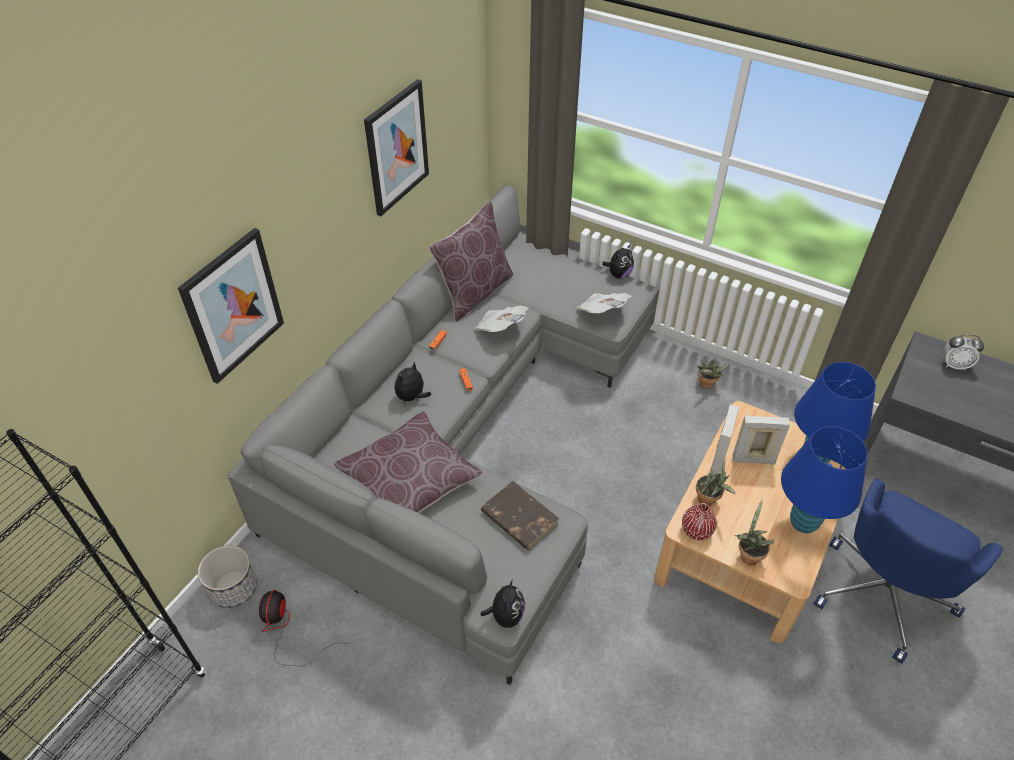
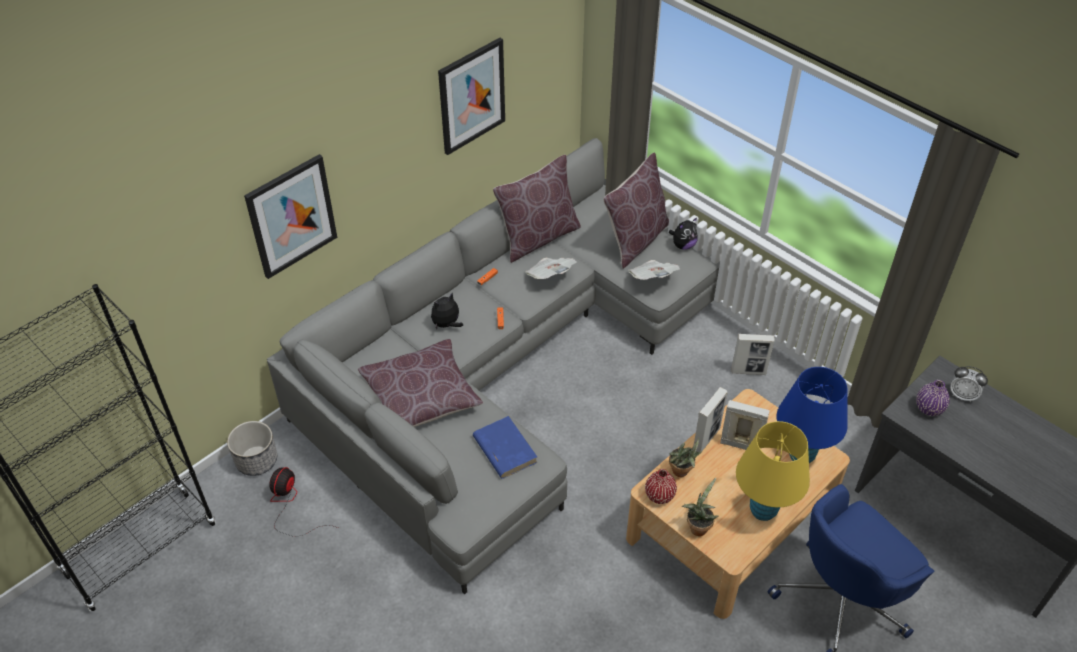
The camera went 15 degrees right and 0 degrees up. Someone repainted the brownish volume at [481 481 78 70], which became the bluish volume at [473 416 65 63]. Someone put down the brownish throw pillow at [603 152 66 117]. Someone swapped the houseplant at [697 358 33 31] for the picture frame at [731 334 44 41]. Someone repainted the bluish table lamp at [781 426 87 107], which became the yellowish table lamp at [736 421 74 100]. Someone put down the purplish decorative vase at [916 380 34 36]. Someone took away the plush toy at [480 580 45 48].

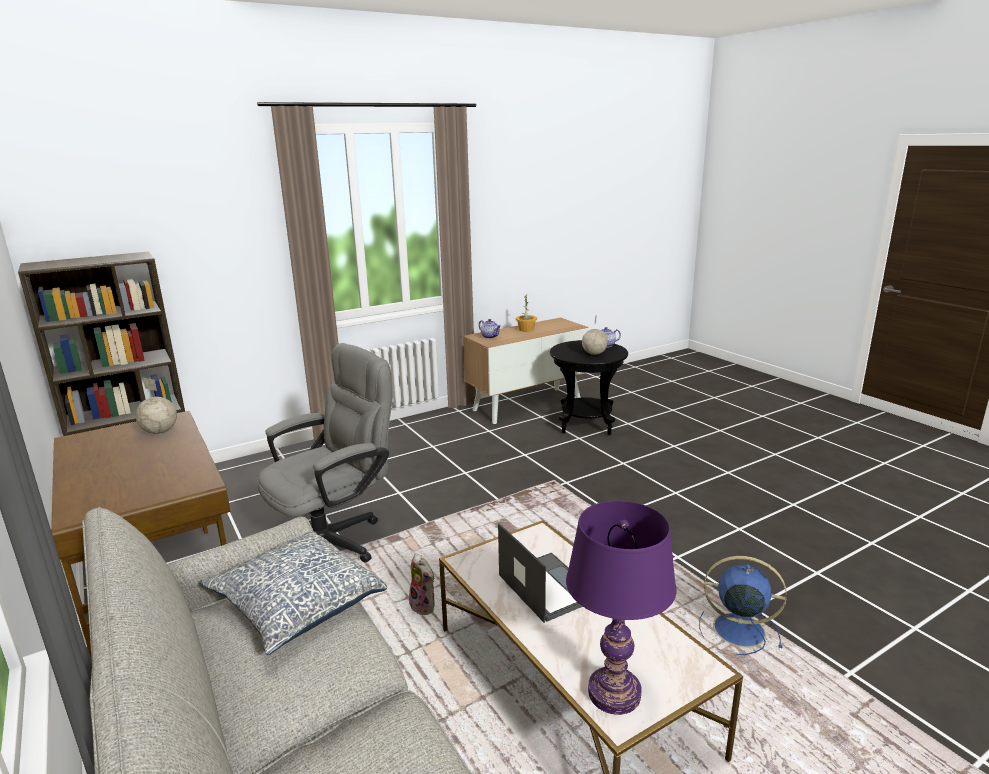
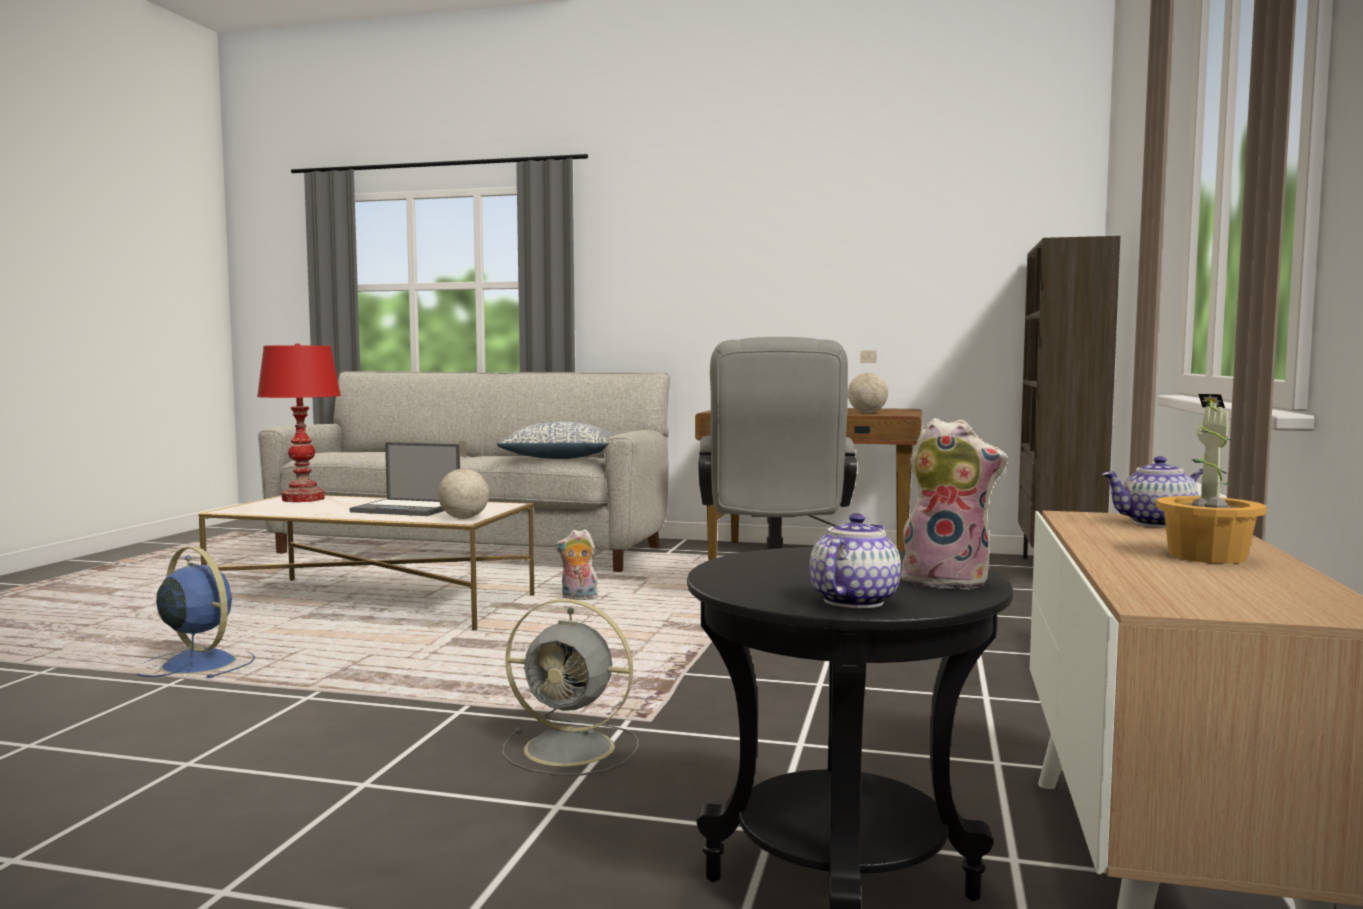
The camera went 135 degrees right and 15 degrees down. Someone rotated the bluish electric fan at [699 556 88 99] by 120 degrees counterclockwise. Someone repainted the purplish table lamp at [566 501 111 214], which became the red-coloured table lamp at [257 343 84 159]. Someone carried the desk globe from [582 316 26 39] to [438 440 51 79]. Someone put down the greyish electric fan at [502 599 136 177]. Someone put down the plush toy at [901 418 107 172].

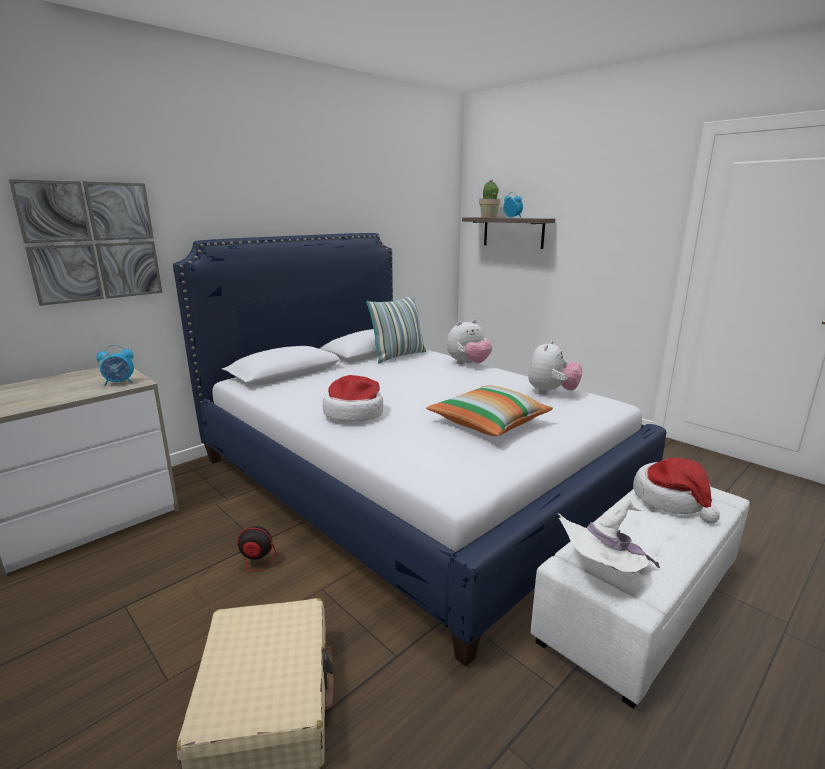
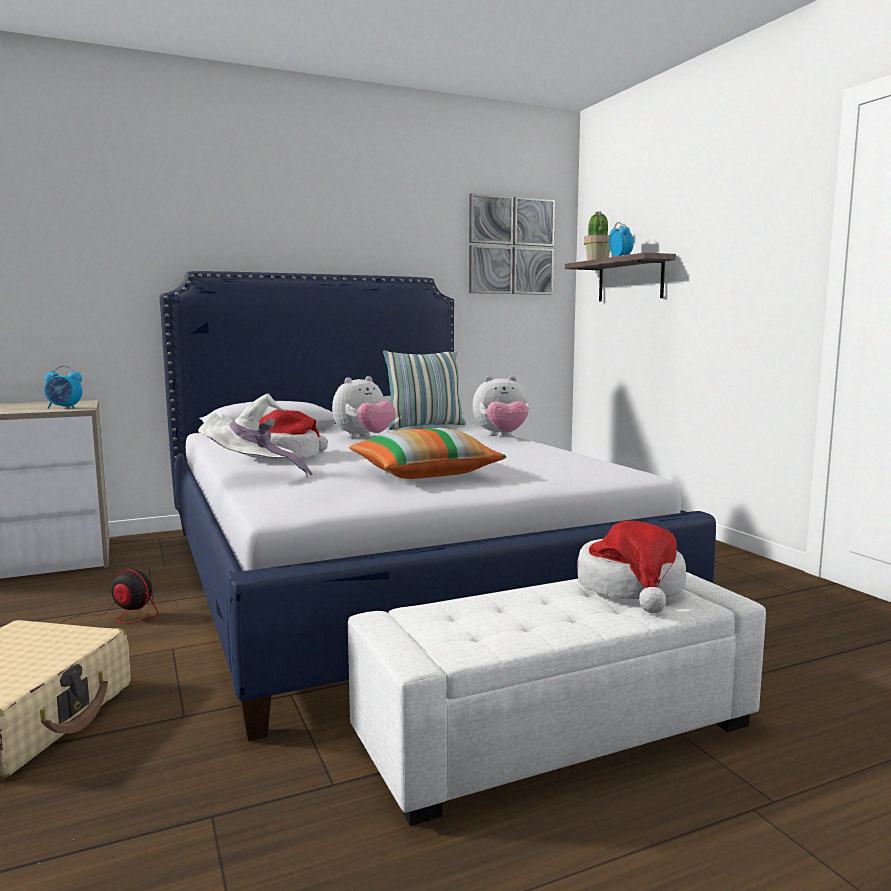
The camera went 20 degrees right and 10 degrees down. Someone carried the white-coloured hat from [557 498 103 75] to [198 394 115 84]. Someone carried the plush toy from [528 340 54 55] to [332 376 64 62]. Someone carried the wall art from [9 179 153 127] to [469 193 86 102].

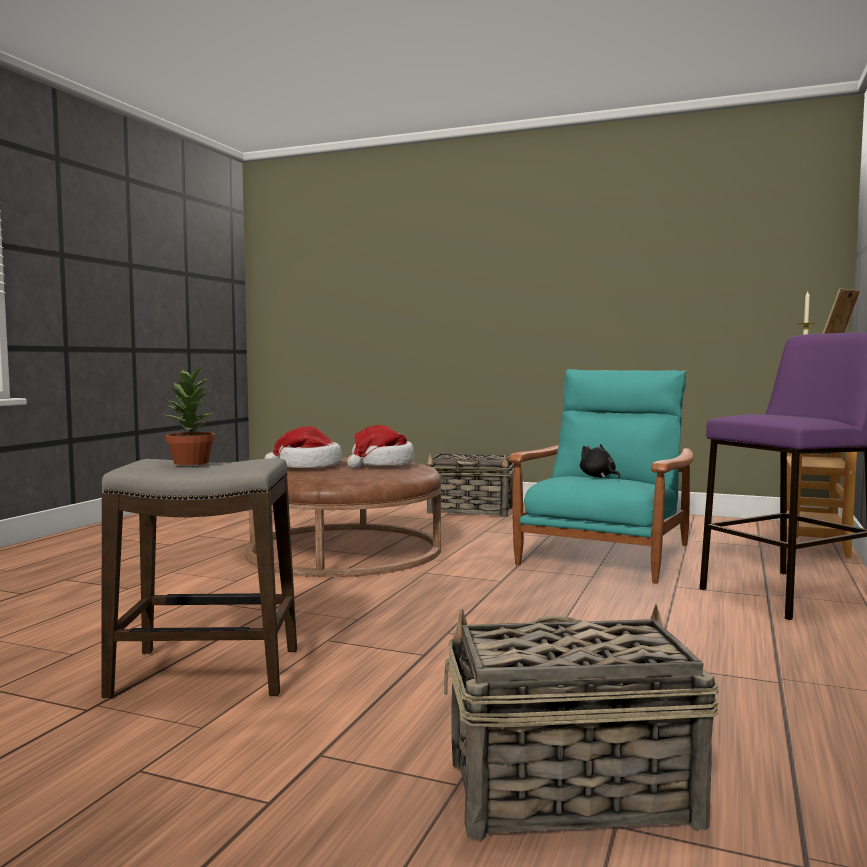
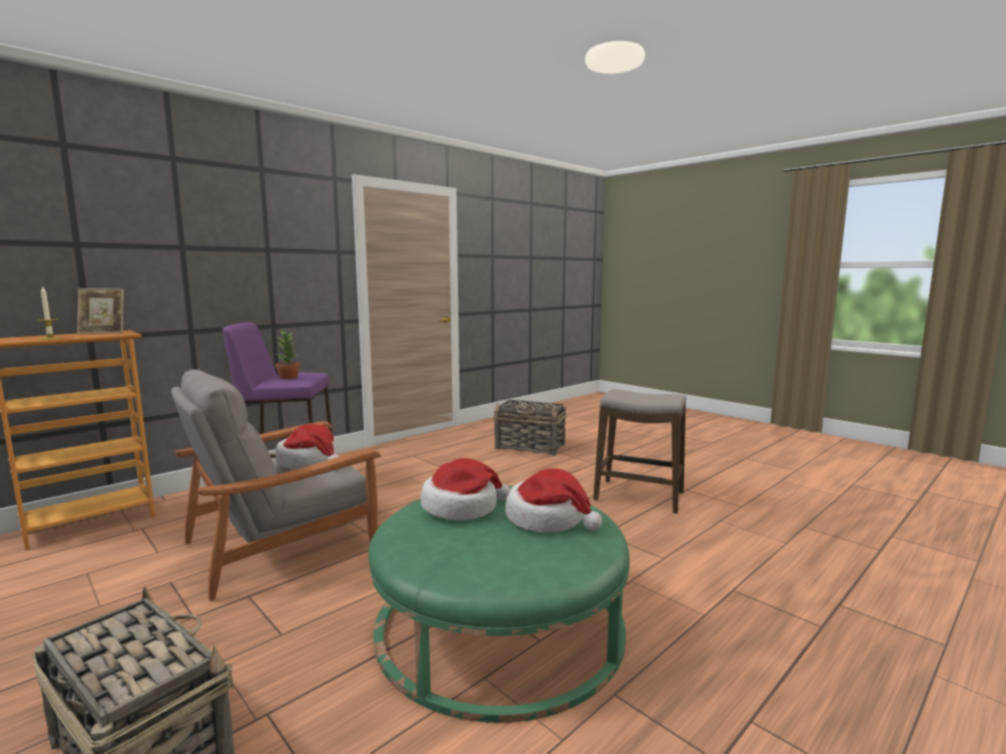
The camera went 155 degrees left and 5 degrees up. Someone repainted the turquoise-coloured armchair at [508 369 186 215], which became the greyish armchair at [171 370 210 231]. Someone carried the houseplant from [164 366 51 99] to [275 330 25 49]. Someone swapped the black plush toy at [580 444 40 34] for the hat at [275 424 65 44]. Someone repainted the brownish ottoman at [245 457 197 120], which became the greenish ottoman at [368 486 262 237].

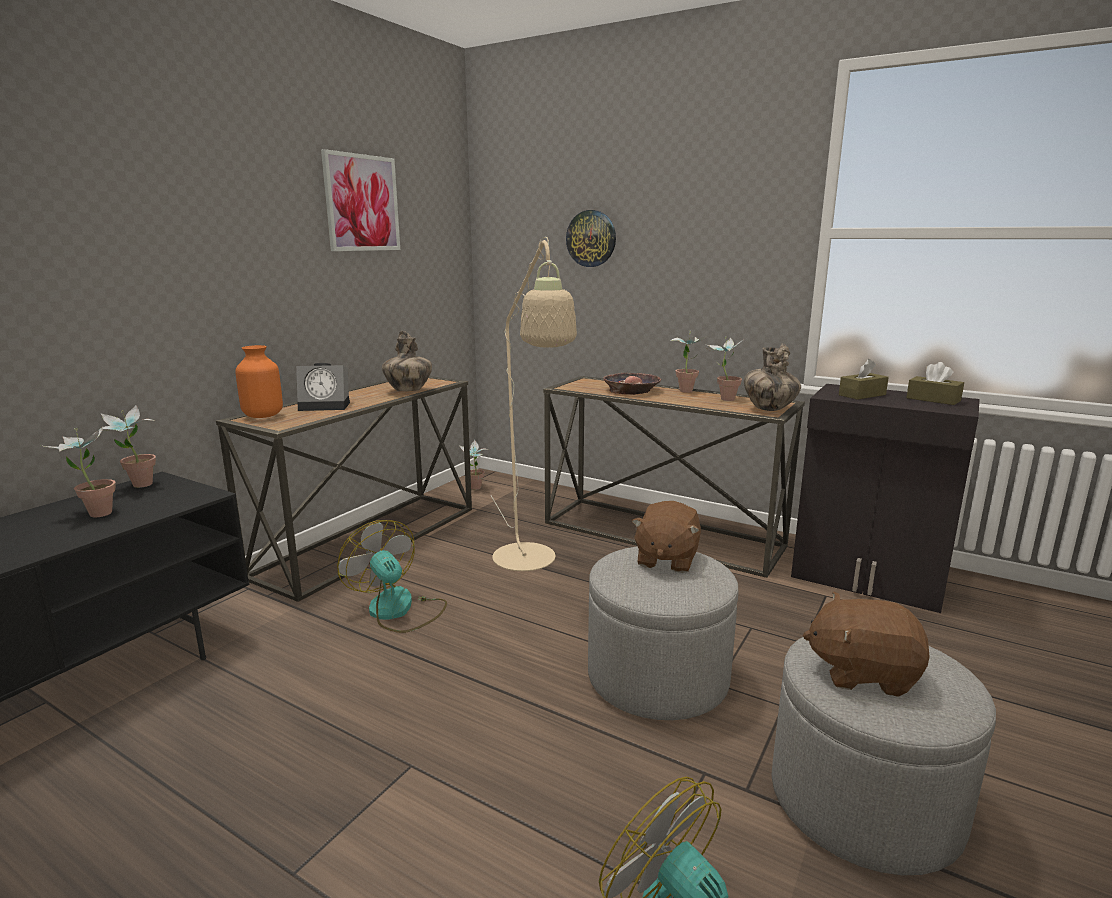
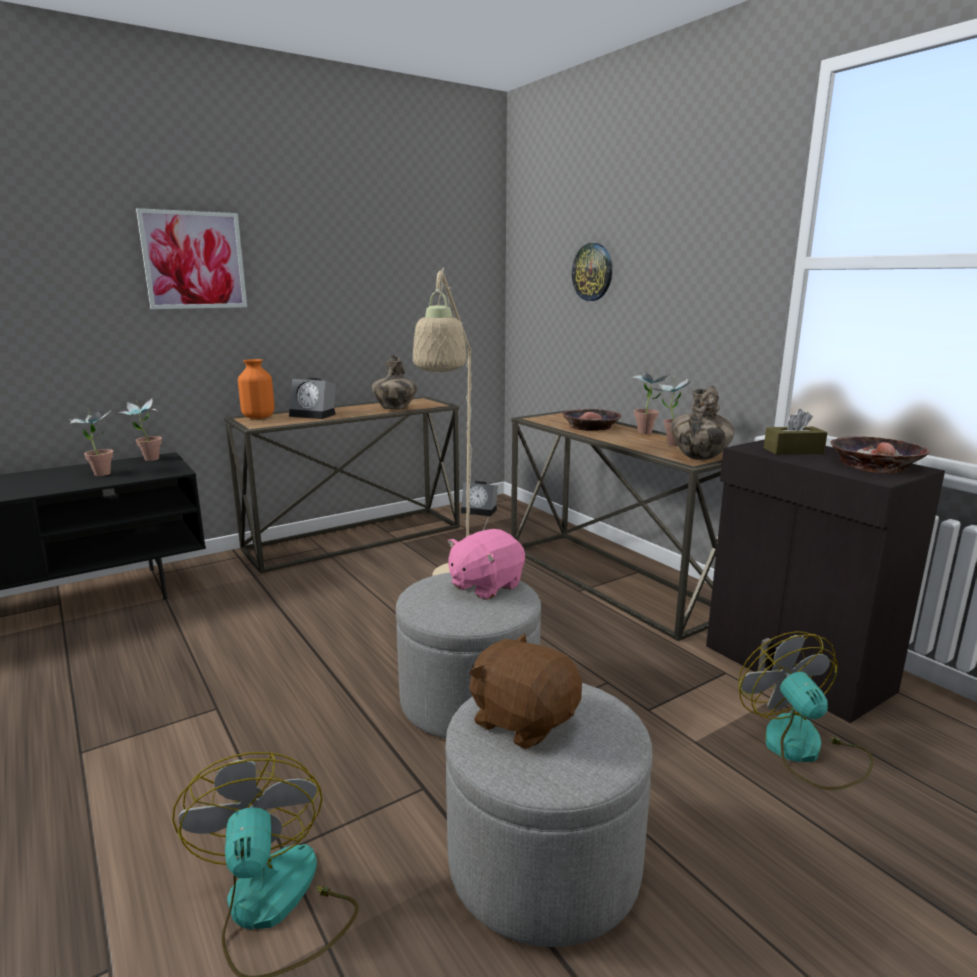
The camera went 25 degrees right and 0 degrees up. Someone carried the wall art from [321 149 79 102] to [136 208 111 101]. Someone repainted the brownish plush toy at [632 501 69 72], which became the pinkish plush toy at [447 529 78 71]. Someone swapped the houseplant at [459 440 30 50] for the bedside clock at [461 481 37 35]. Someone carried the electric fan from [337 520 110 113] to [738 631 135 159]. Someone swapped the brownish tissue holder at [906 362 58 43] for the bowl at [830 436 99 37].

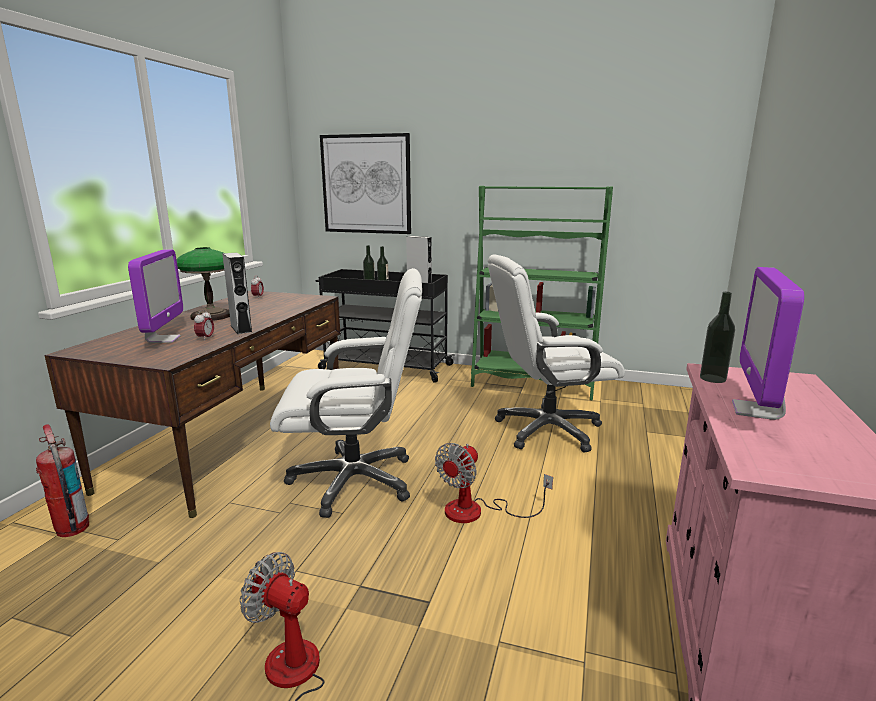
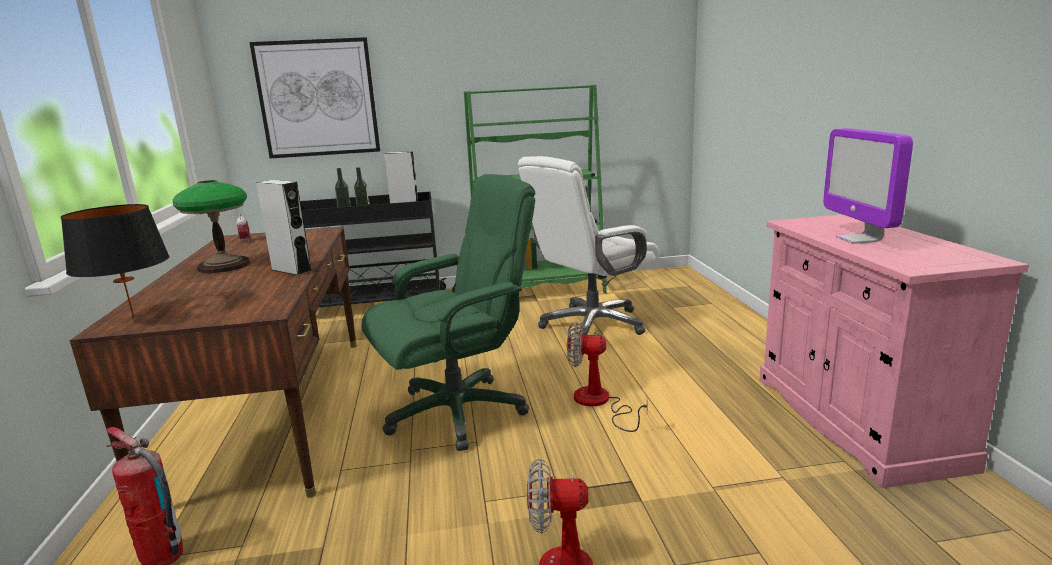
The camera went 25 degrees left and 0 degrees up. Someone put down the black table lamp at [61 204 108 114]. Someone repainted the white-coloured office chair at [270 268 152 250], which became the greenish office chair at [361 174 174 277]. Someone rotated the electric fan at [435 443 118 80] by 90 degrees clockwise. Someone took away the monitor at [128 249 55 94]. Someone took away the bedside clock at [194 310 20 31]. Someone took away the beverage bottle at [700 292 35 91].

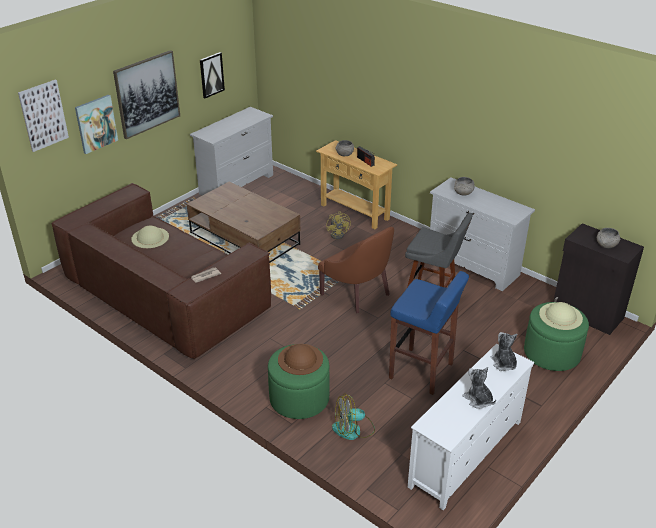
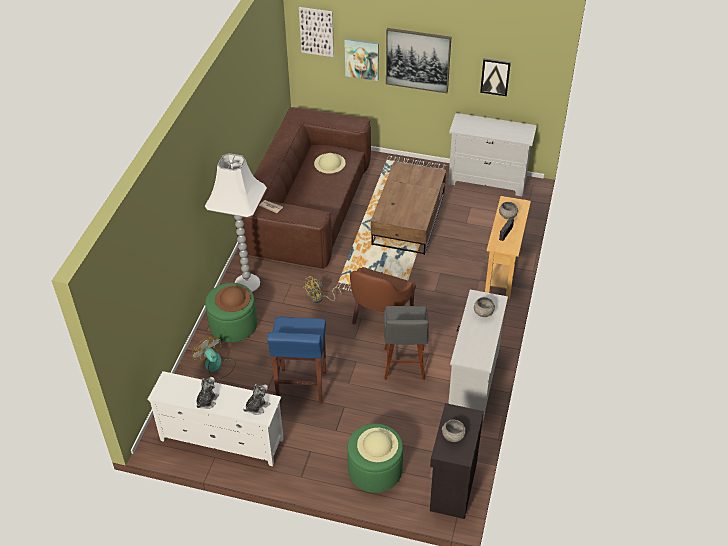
The camera went 65 degrees right and 10 degrees up. Someone put down the white-coloured floor lamp at [205 153 62 139]. Someone carried the yellowish electric fan from [326 211 25 28] to [303 276 38 27].

